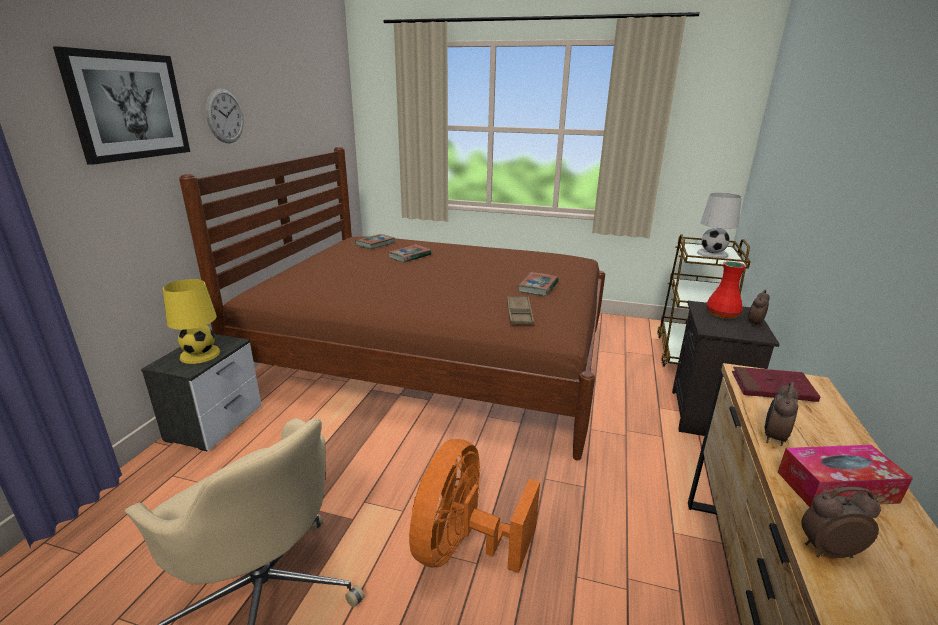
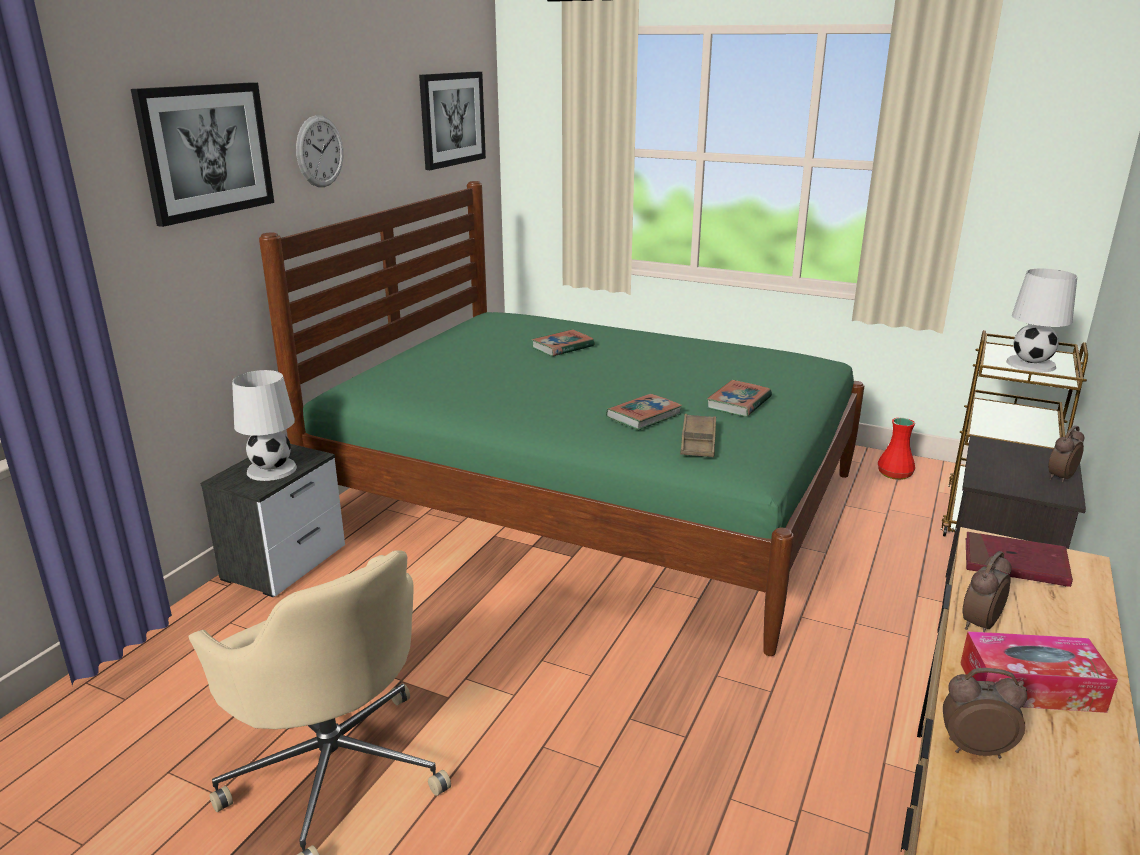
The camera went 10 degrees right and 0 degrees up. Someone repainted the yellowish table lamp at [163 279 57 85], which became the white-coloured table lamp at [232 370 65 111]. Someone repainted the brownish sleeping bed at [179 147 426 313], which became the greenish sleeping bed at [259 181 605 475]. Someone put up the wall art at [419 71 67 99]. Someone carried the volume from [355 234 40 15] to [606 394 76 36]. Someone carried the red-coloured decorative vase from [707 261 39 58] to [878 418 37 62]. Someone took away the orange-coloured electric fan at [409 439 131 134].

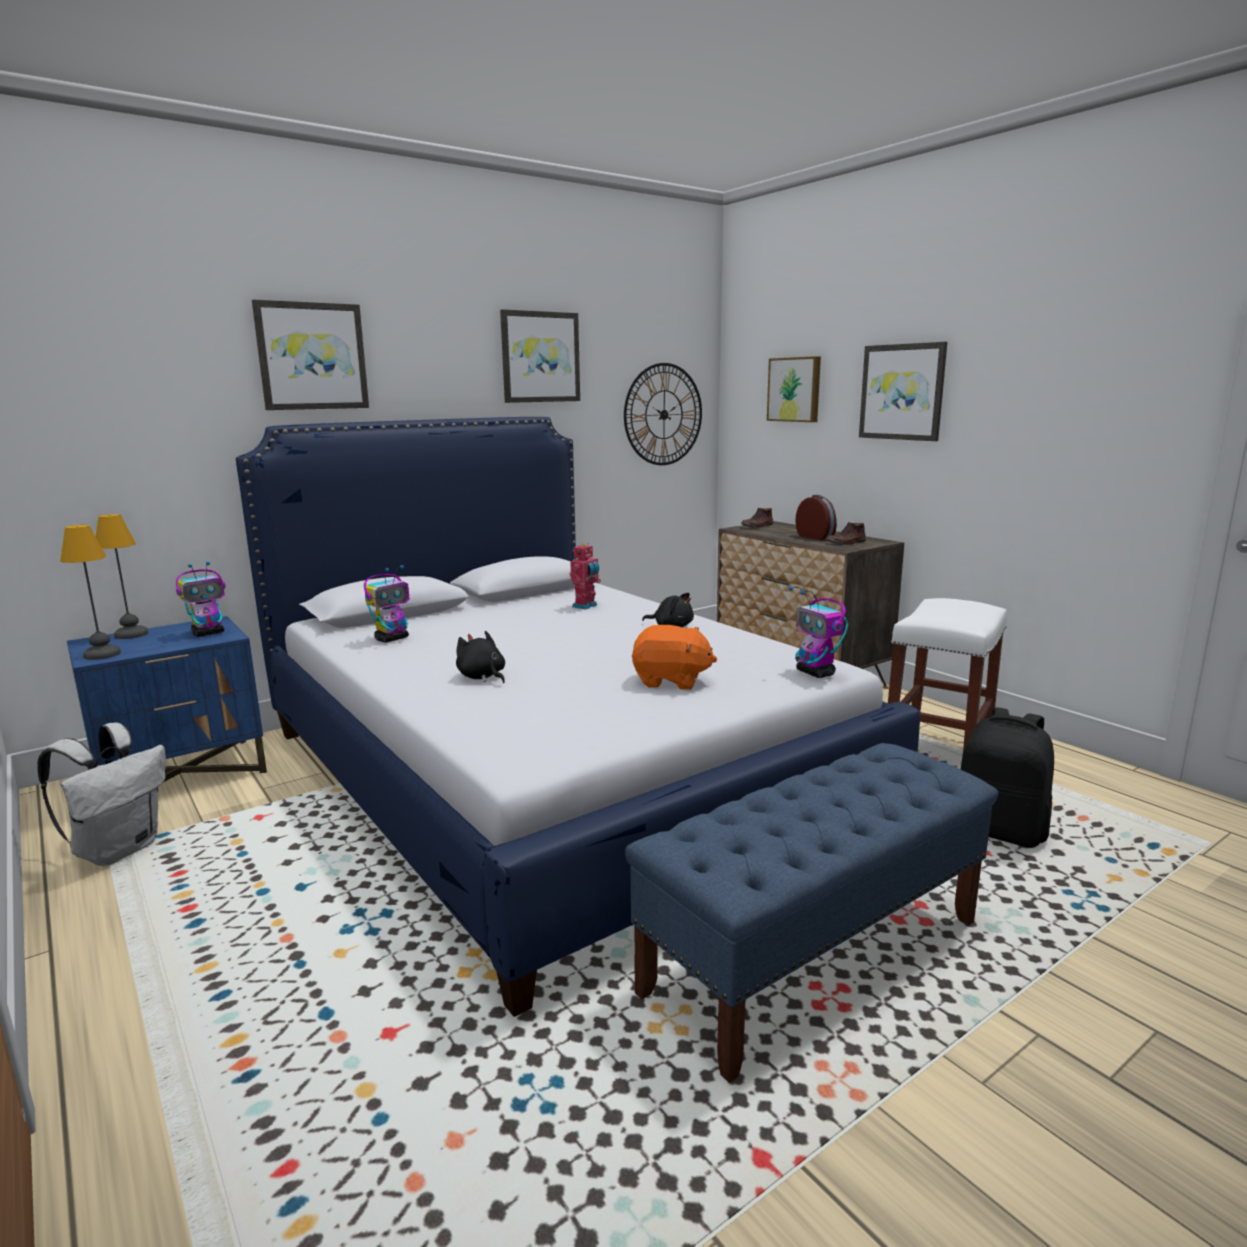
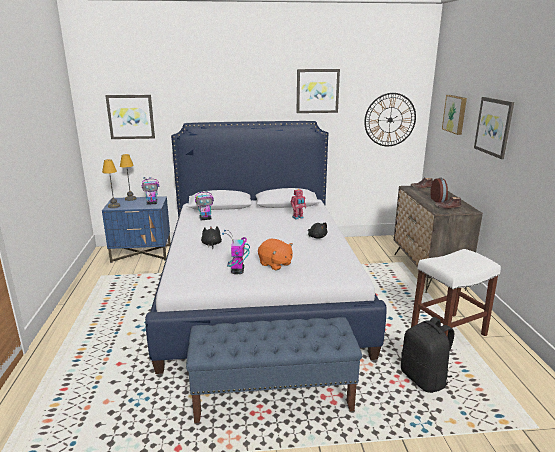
The camera went 30 degrees right and 5 degrees up. Someone carried the wall art from [252 300 117 110] to [105 95 50 44]. Someone carried the toy robot from [789 586 59 92] to [222 229 28 45]. Someone took away the white-coloured backpack at [37 723 129 143].

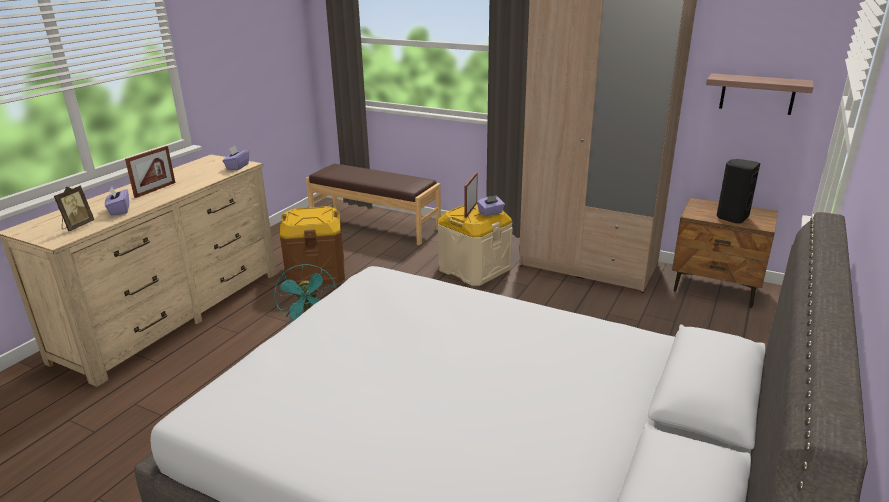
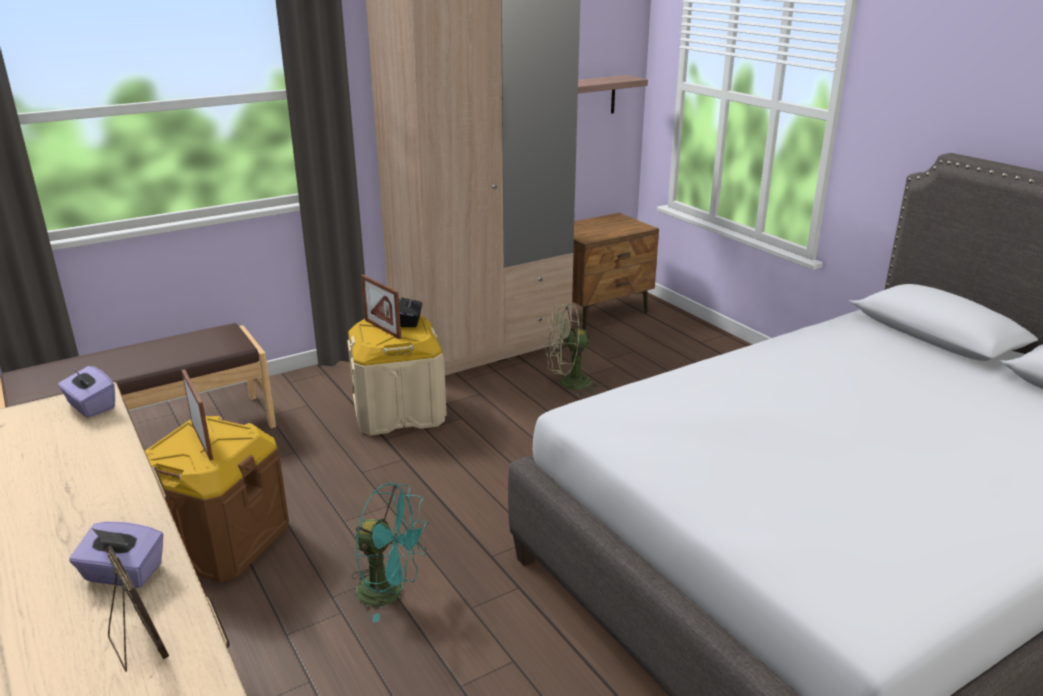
The camera went 60 degrees left and 0 degrees up. Someone carried the picture frame from [125 146 50 52] to [181 369 32 91]. Someone repainted the purplish tissue holder at [477 195 28 21], which became the black tissue holder at [399 294 23 33]. Someone put down the greenish electric fan at [545 304 57 92]. Someone took away the black speaker at [717 159 43 65].

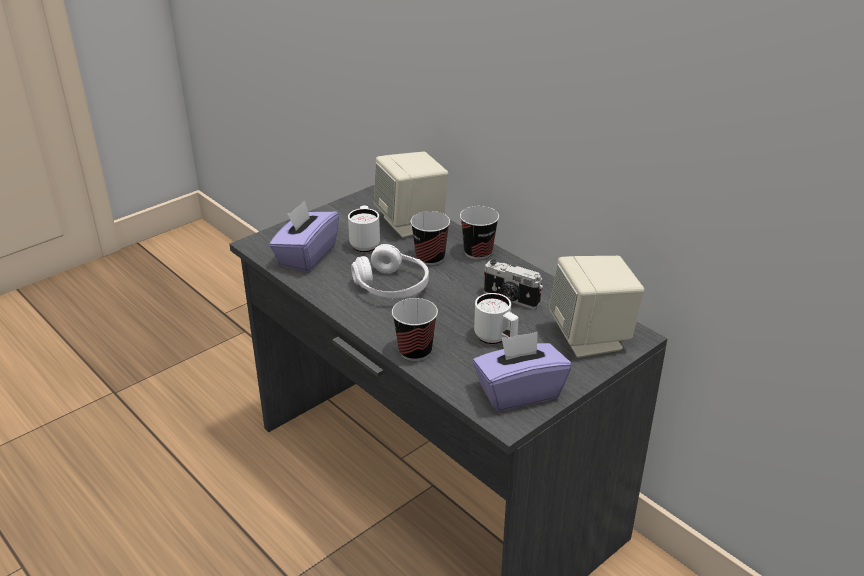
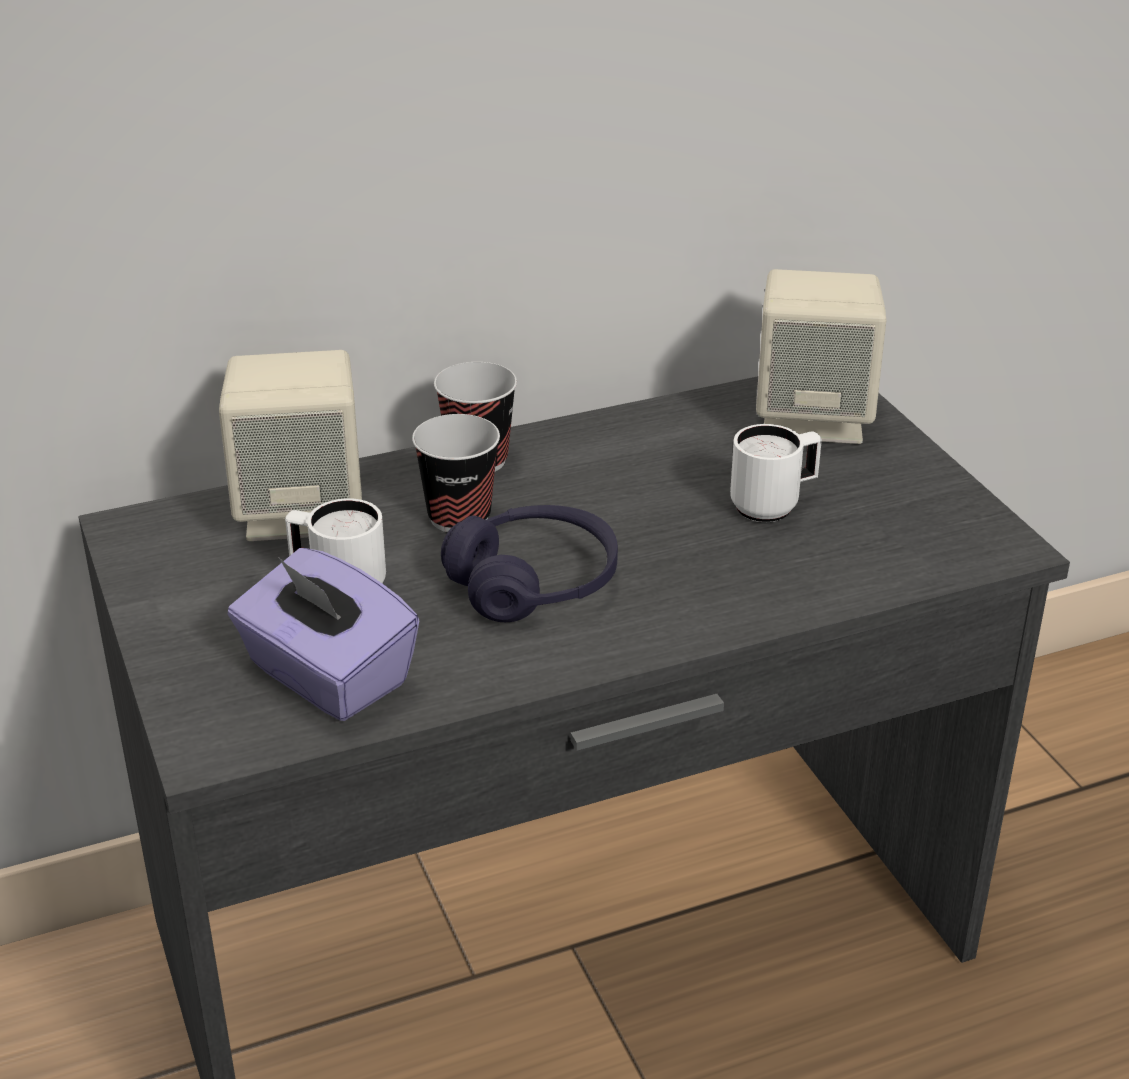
The camera went 70 degrees left and 0 degrees up. Someone repainted the white-coloured headphones at [351 244 78 54], which became the purplish headphones at [441 505 177 117]. Someone took away the drinking cup at [392 298 46 63]. Someone took away the purplish tissue holder at [473 332 98 79]. Someone took away the still camera at [484 259 59 50].

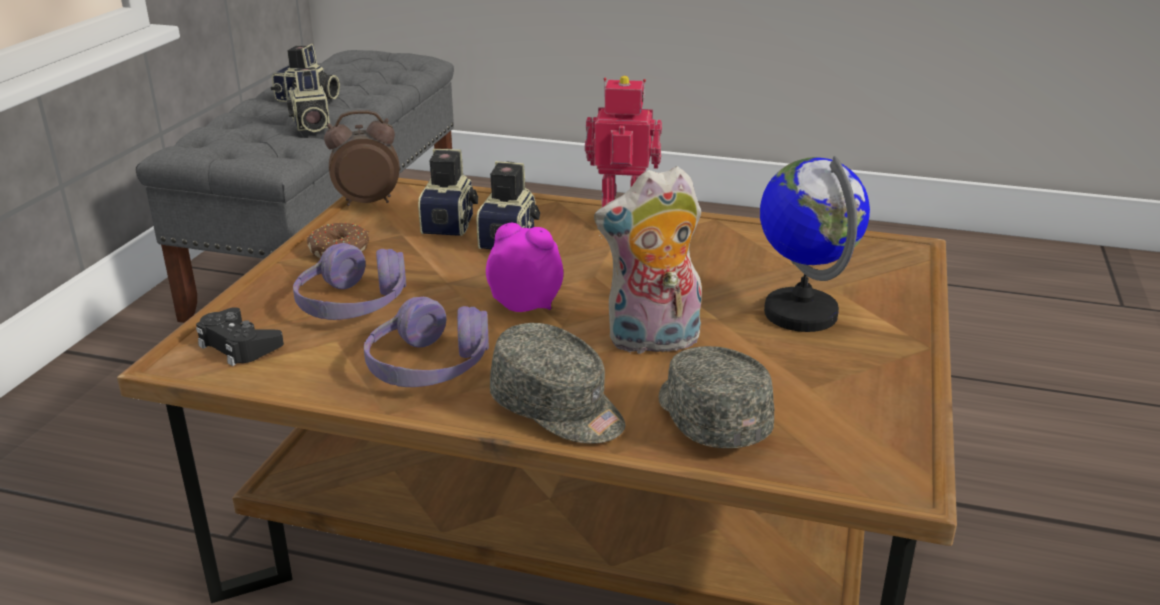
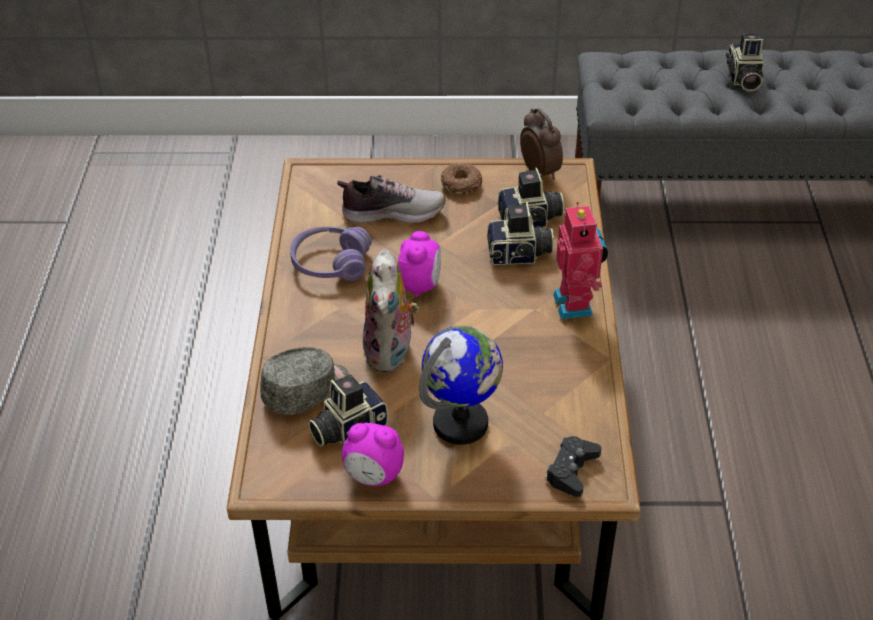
The camera went 75 degrees right and 15 degrees up. Someone carried the still camera from [287 67 43 65] to [308 375 80 72]. Someone swapped the purplish headphones at [293 243 113 77] for the low shoe at [337 175 108 48]. Someone put down the bedside clock at [342 423 62 63]. Someone rotated the plush toy at [594 166 108 188] by 150 degrees counterclockwise. Someone carried the black joypad from [196 307 88 59] to [545 436 56 61]. Someone took away the greyish baseball cap at [490 323 135 121].

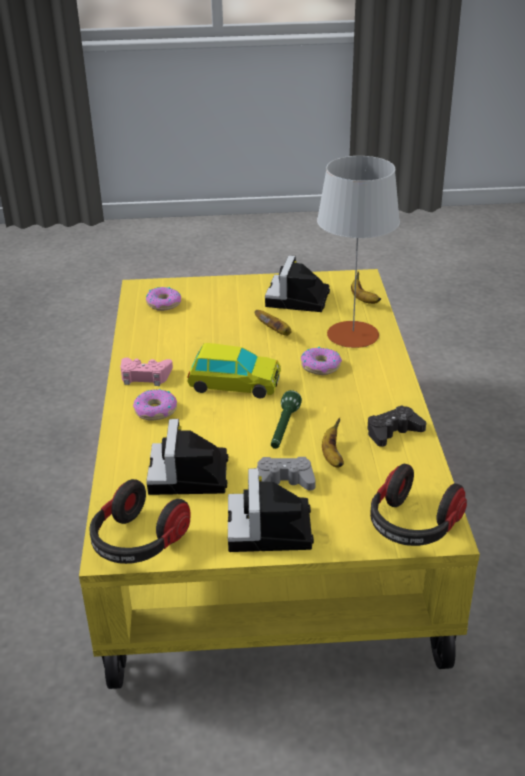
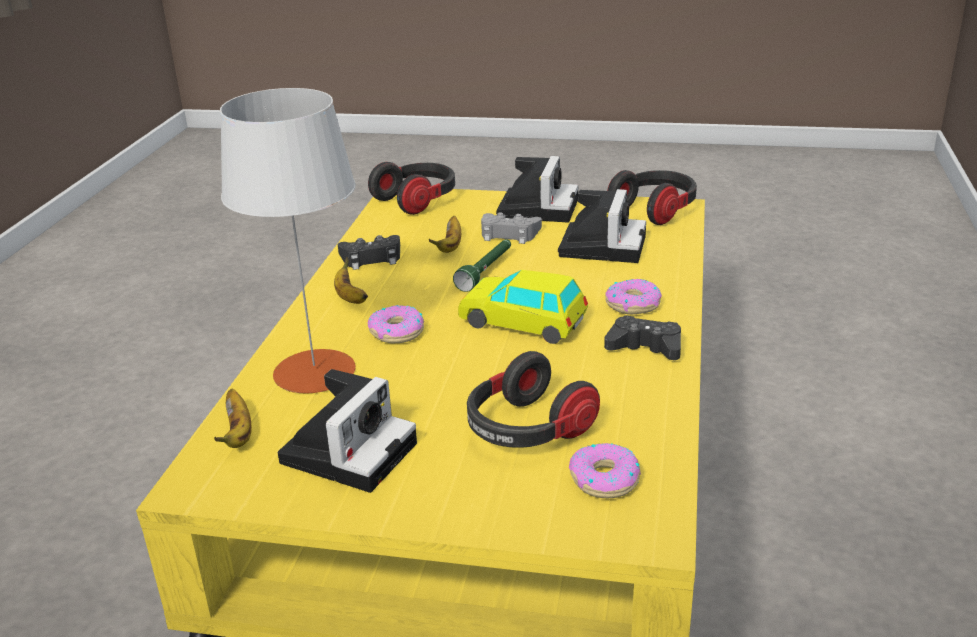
The camera went 165 degrees left and 5 degrees down. Someone carried the banana fruit from [254 310 37 26] to [334 257 34 47]. Someone put down the headphones at [467 351 133 97]. Someone repainted the pinkish joypad at [120 358 53 28], which became the black joypad at [604 315 77 45].

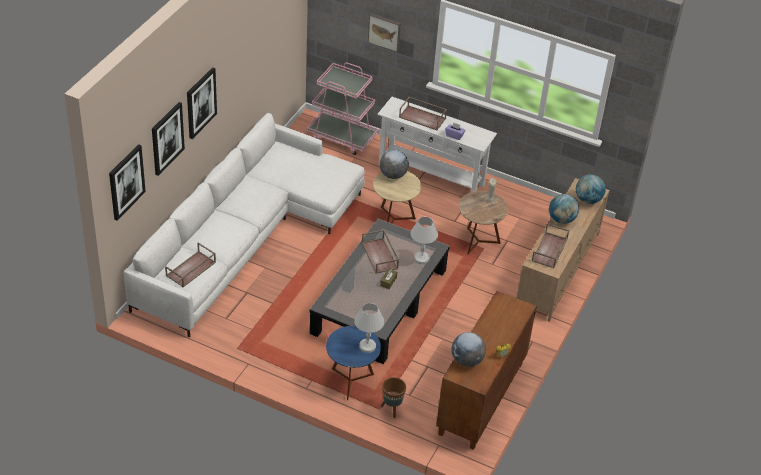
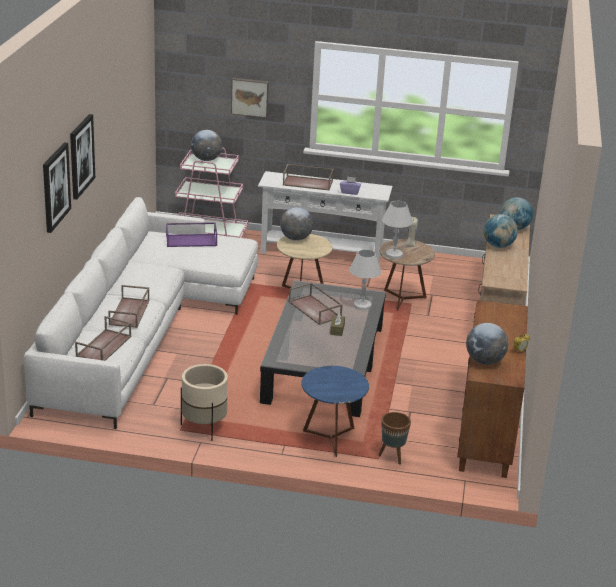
The camera went 15 degrees left and 15 degrees down. Someone carried the brownish carrying tray from [532 223 37 45] to [108 285 41 43]. Someone put down the purplish carrying tray at [166 222 51 25]. Someone put down the beige plant pot at [181 364 47 77]. Someone put down the desk globe at [191 130 31 31]. Someone carried the white-coloured table lamp from [354 303 31 50] to [382 201 31 58]. Someone took away the wall art at [109 144 37 77].

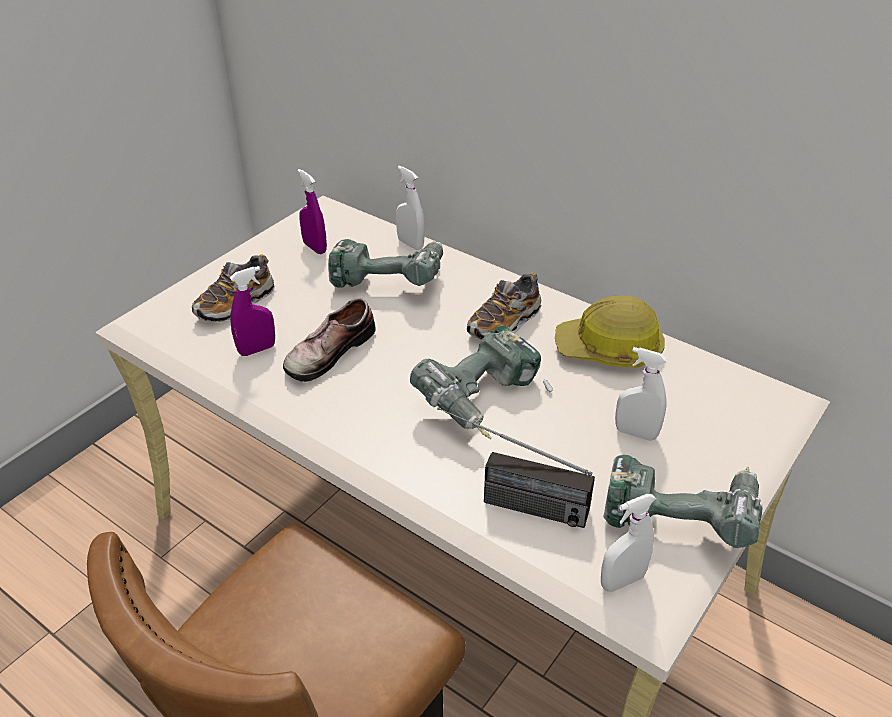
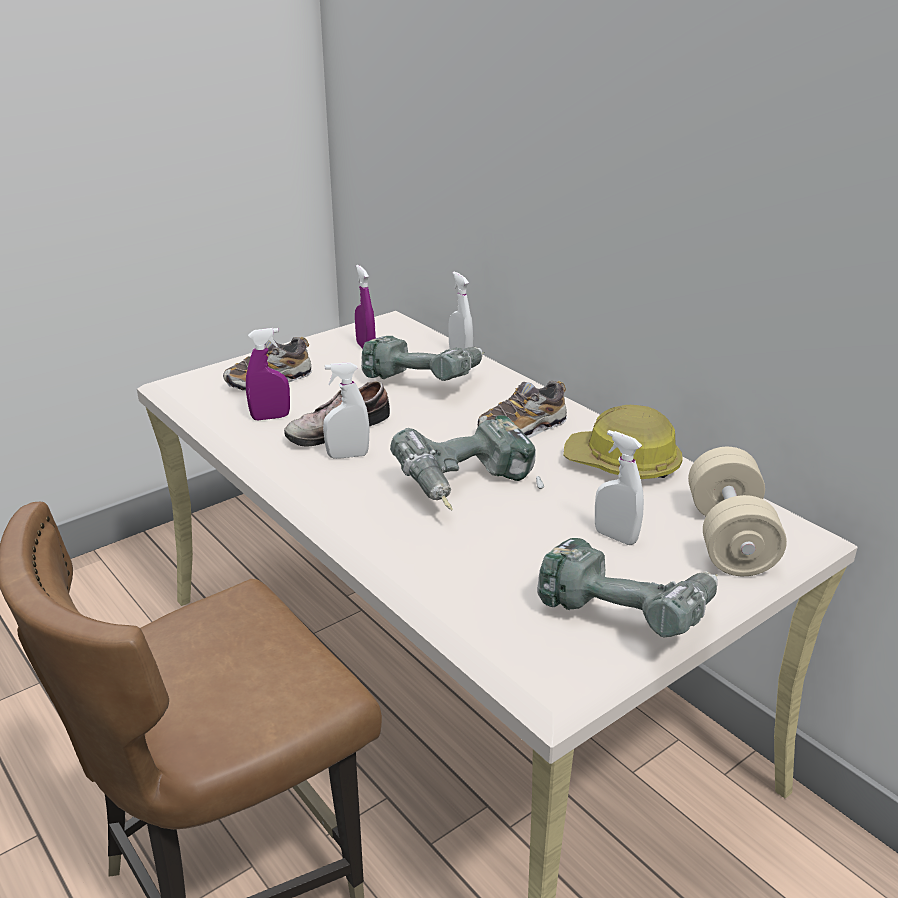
The camera went 15 degrees right and 10 degrees down. Someone carried the white-coloured sprayer from [601 494 55 98] to [323 362 46 97]. Someone put down the beige free weight at [688 447 99 129]. Someone took away the radio receiver at [437 407 158 121].

